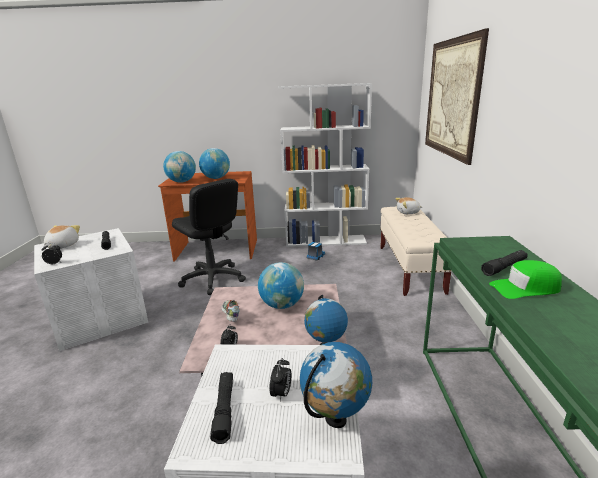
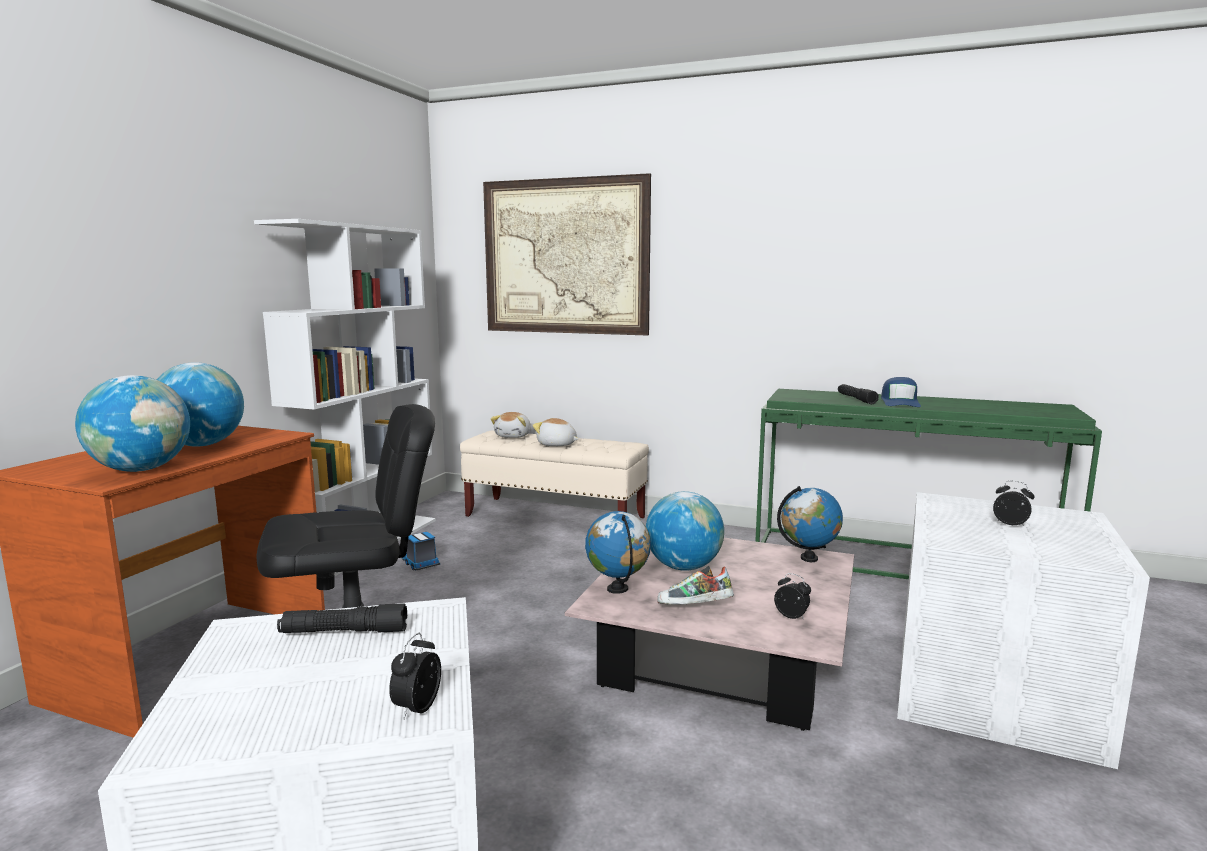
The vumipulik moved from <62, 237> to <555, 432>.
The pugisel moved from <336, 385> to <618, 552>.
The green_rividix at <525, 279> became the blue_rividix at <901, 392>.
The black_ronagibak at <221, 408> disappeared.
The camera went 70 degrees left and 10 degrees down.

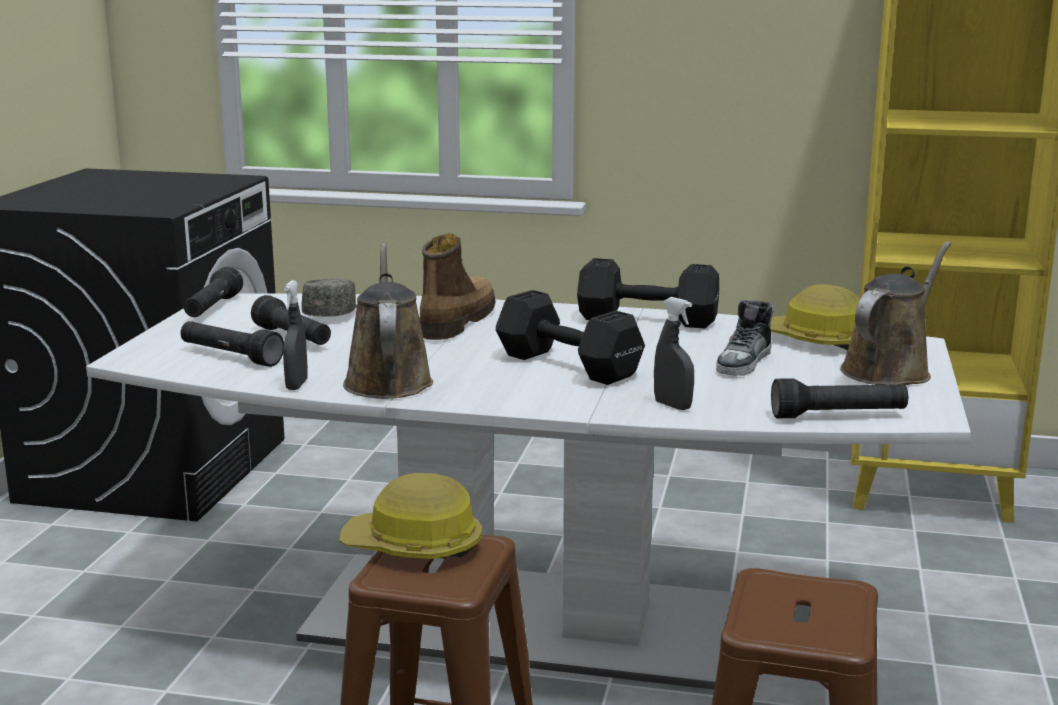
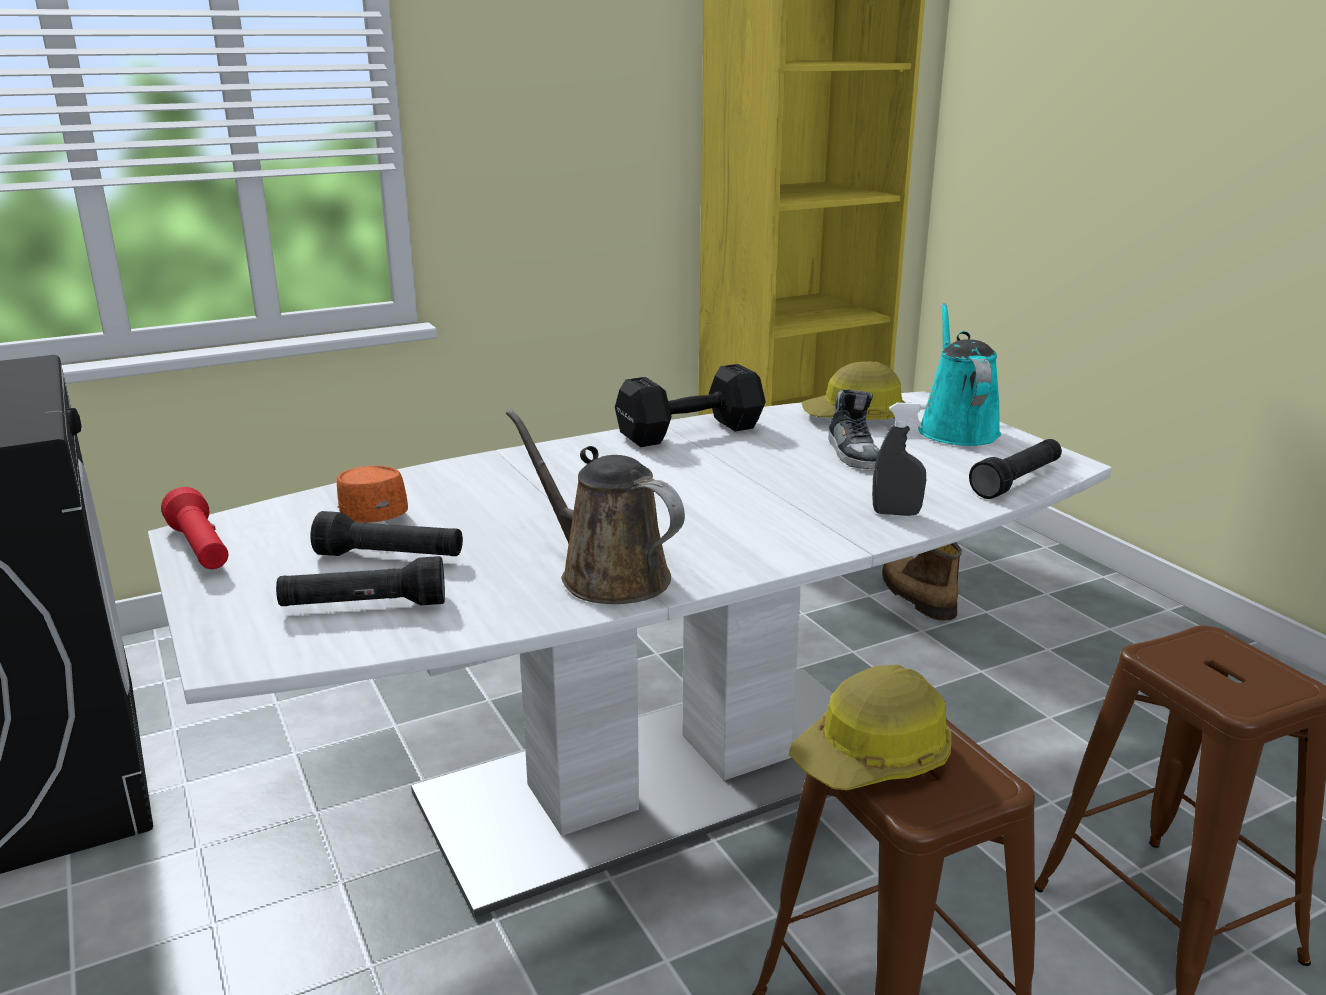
The black_ronagibak at <213, 292> became the red_ronagibak at <194, 528>.
The grey_rividix at <329, 298> became the orange_rividix at <372, 494>.
The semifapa moved from <457, 287> to <922, 581>.
The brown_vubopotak at <895, 313> became the turquoise_vubopotak at <959, 374>.
The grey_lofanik at <295, 335> disappeared.
The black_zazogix at <570, 337> disappeared.
The camera went 40 degrees left and 5 degrees up.

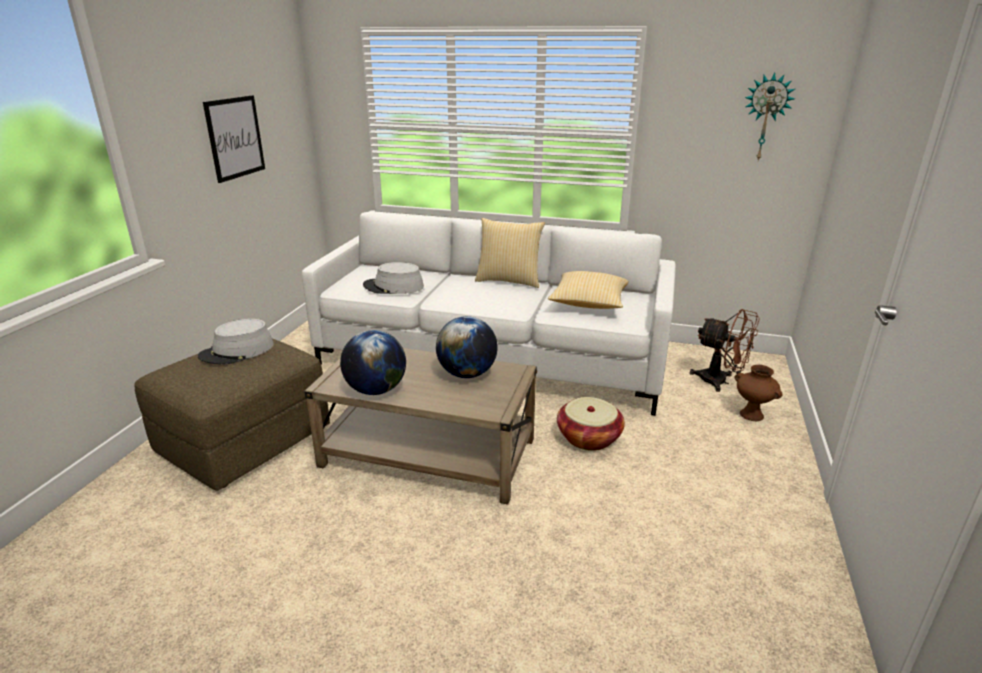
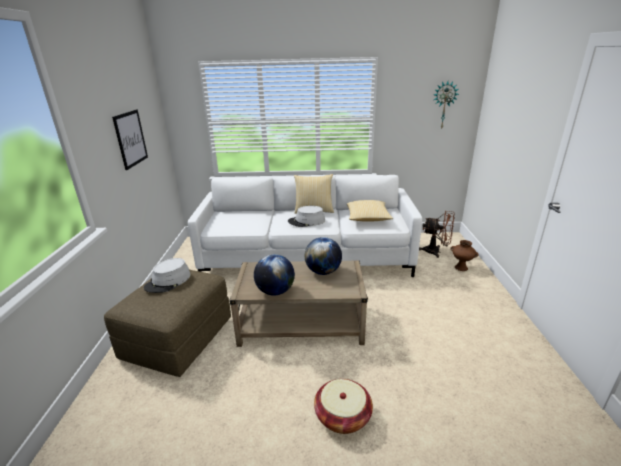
The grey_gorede moved from <393, 278> to <306, 216>.
The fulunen moved from <591, 424> to <343, 406>.
The camera went 15 degrees left and 0 degrees up.

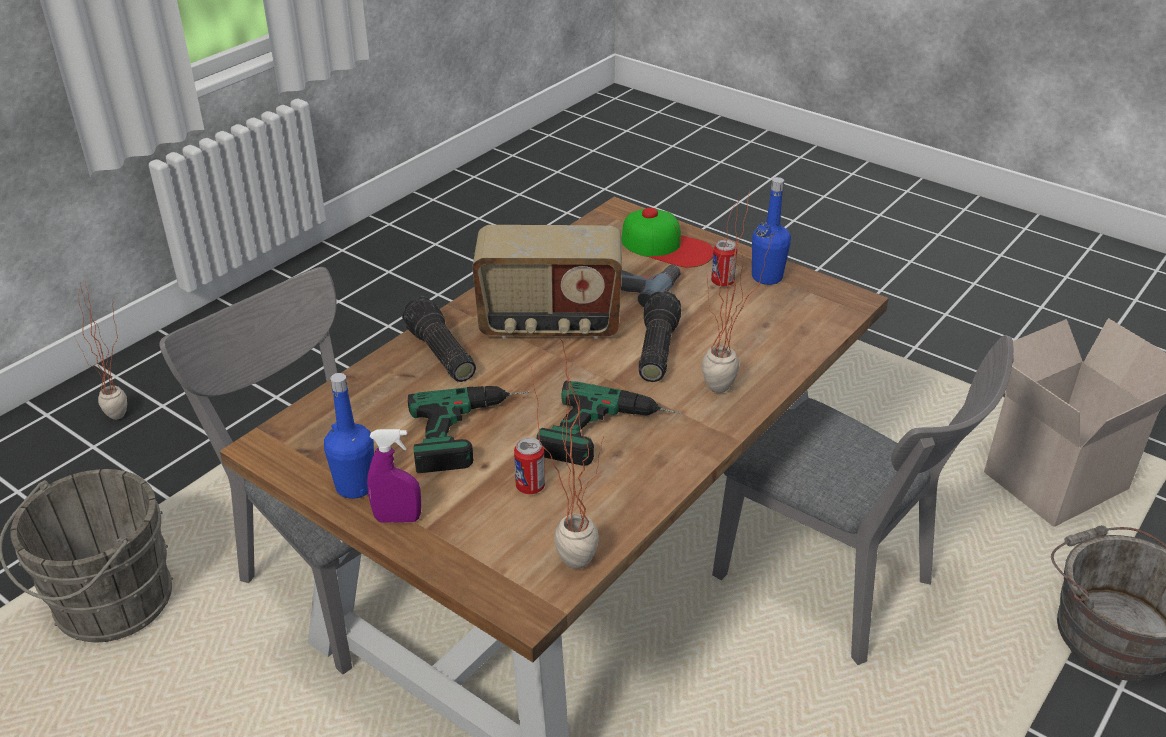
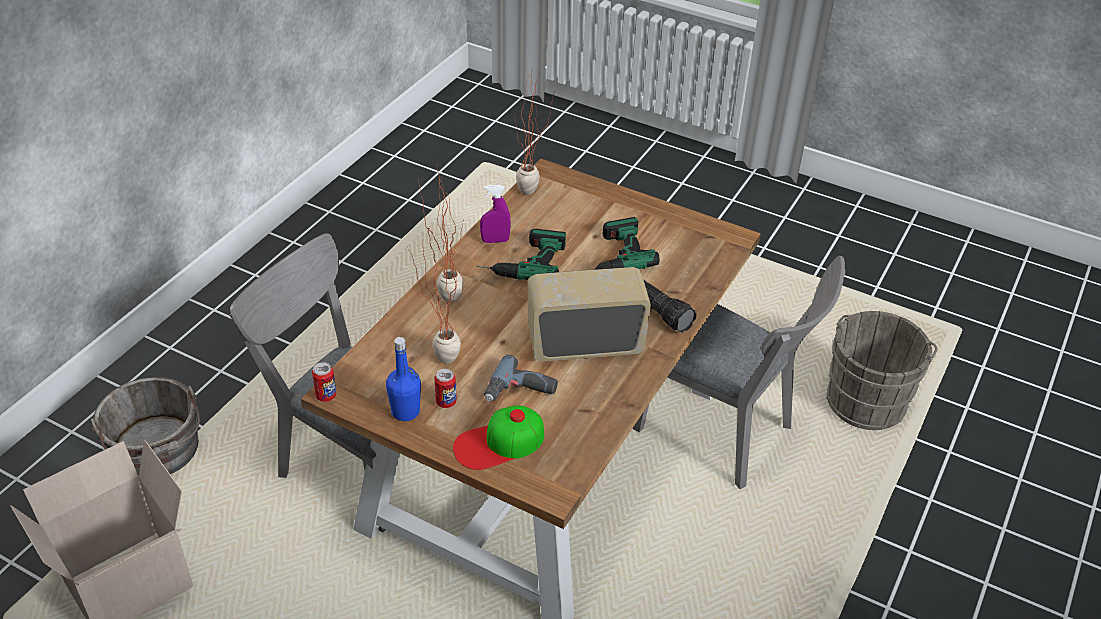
The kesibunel moved from <529, 465> to <324, 382>.
The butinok moved from <100, 351> to <434, 295>.
The rividix at <667, 238> turned 45 degrees counterclockwise.
The purple_lofanik moved from <394, 476> to <495, 214>.
The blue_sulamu at <349, 436> disappeared.
The ronagibak at <659, 336> disappeared.
The camera went 170 degrees right and 5 degrees up.

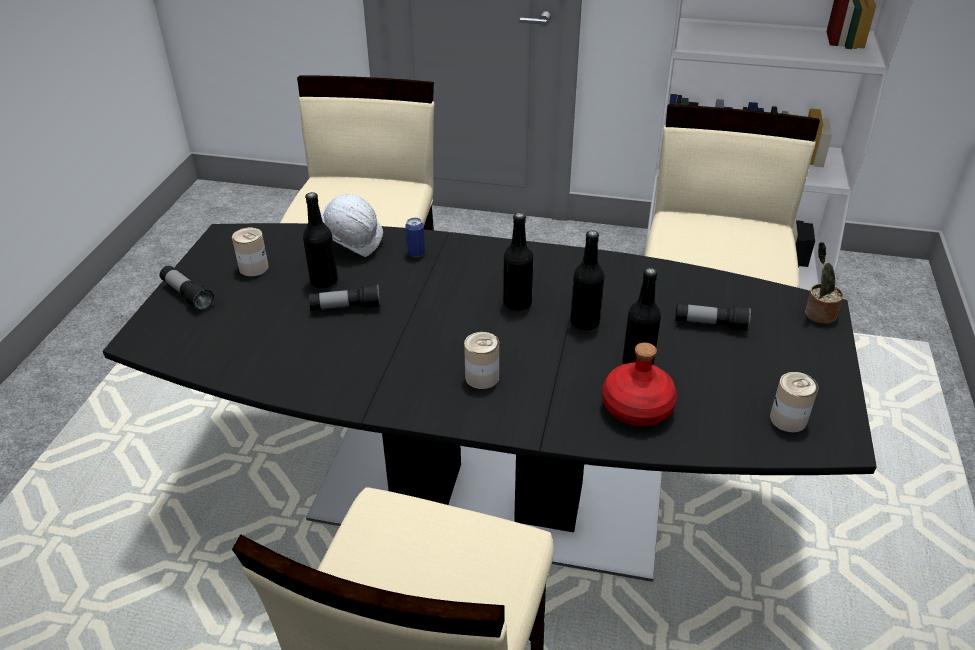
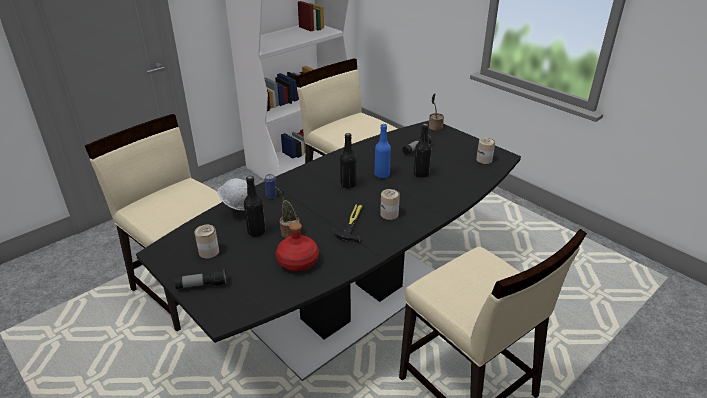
The ronagibak at <345, 297> was replaced by the butinok at <287, 213>.
The red_sulamu moved from <639, 385> to <297, 247>.
The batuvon at <348, 222> appeared.
The black_sulamu at <587, 280> became the blue_sulamu at <383, 151>.
The camera went 55 degrees left and 5 degrees down.

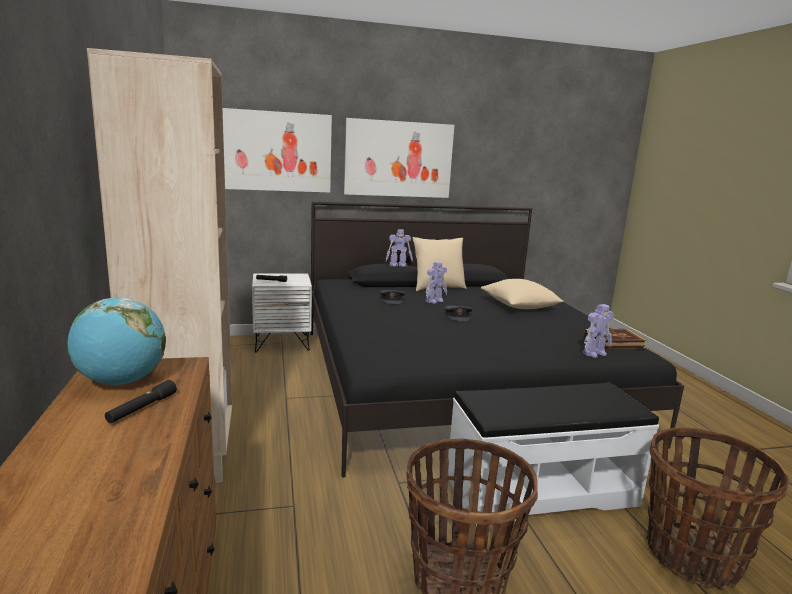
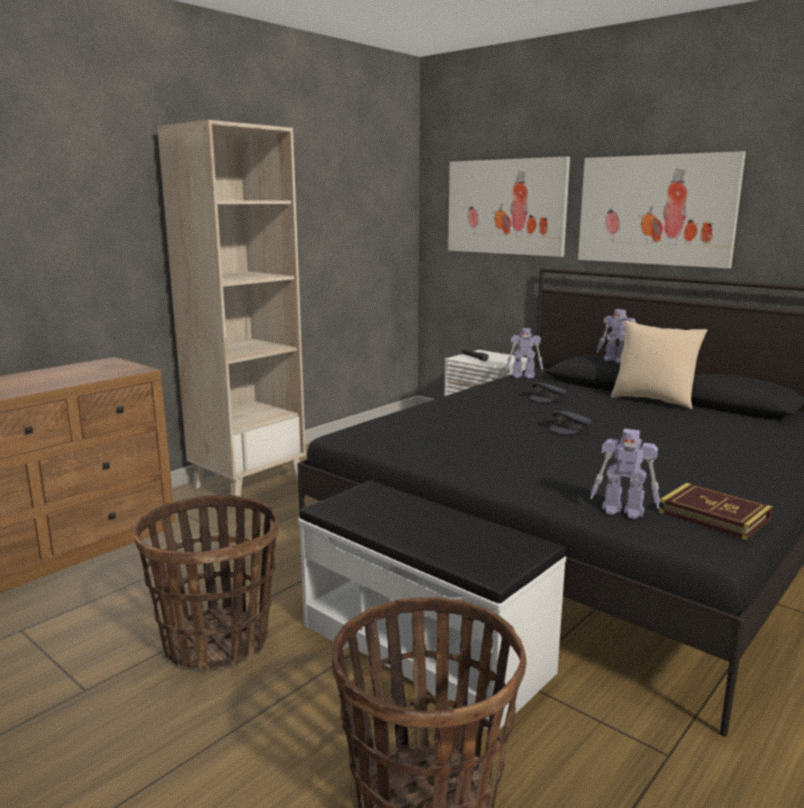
The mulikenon moved from <436, 283> to <524, 353>.
The pugisel at <117, 341> disappeared.
The black_ronagibak at <141, 401> disappeared.
The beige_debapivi at <522, 294> disappeared.
The camera went 55 degrees right and 0 degrees up.

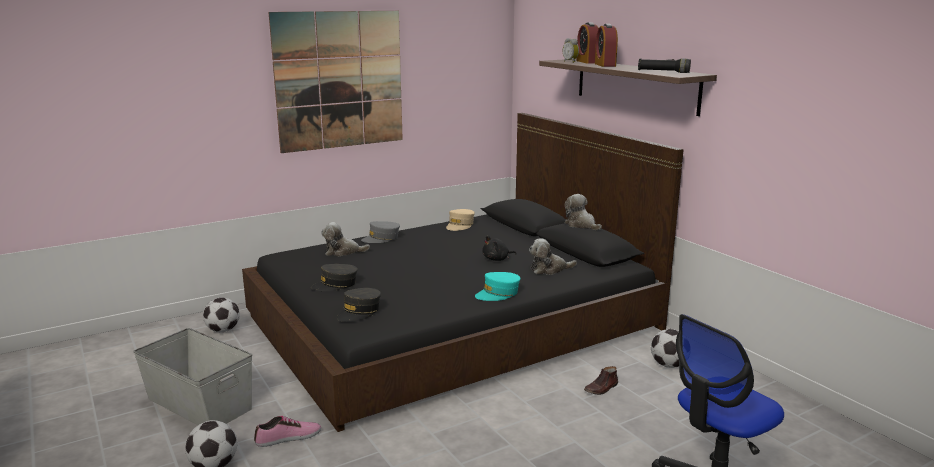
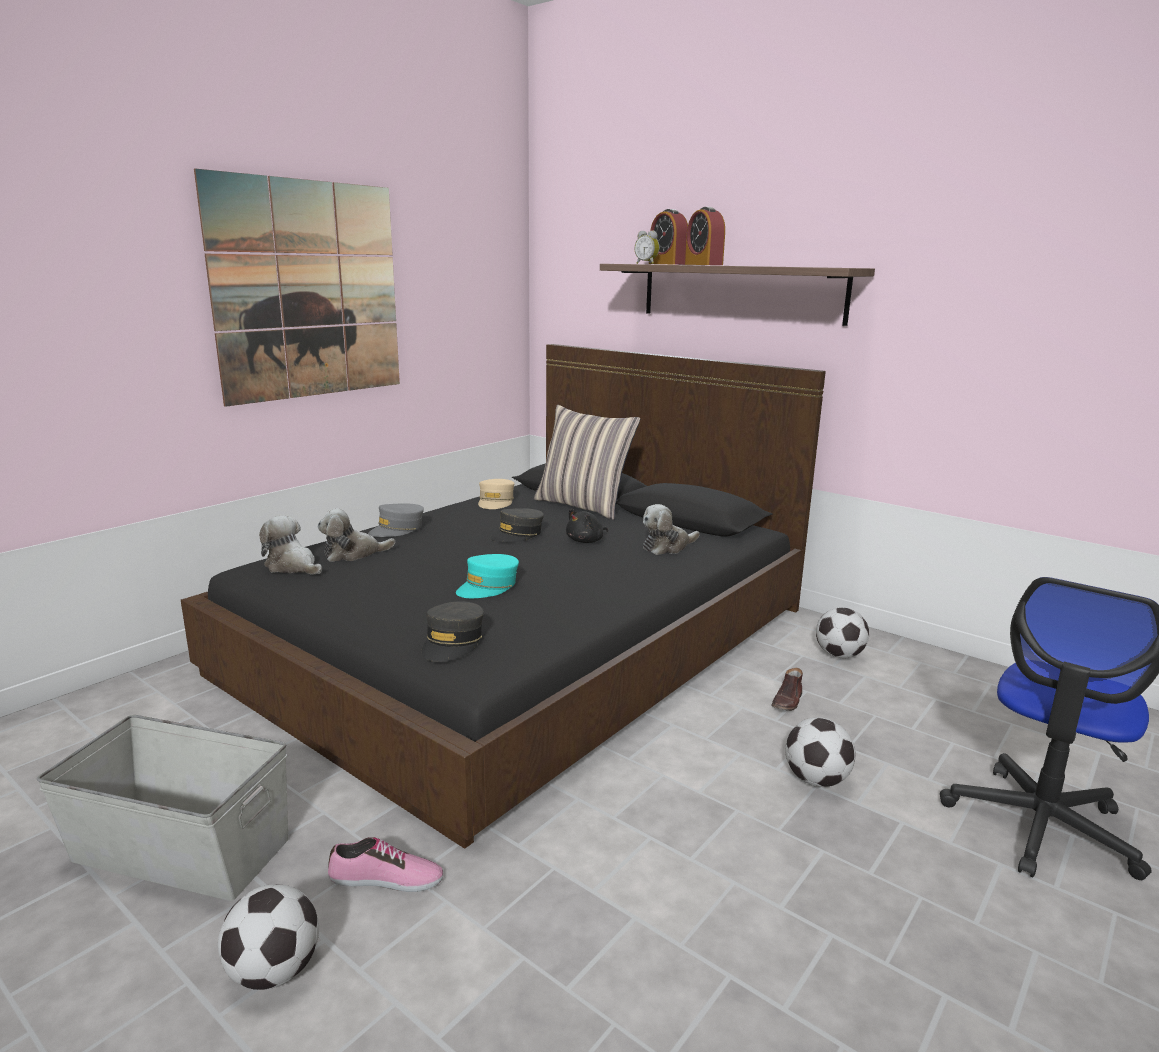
The vumipulik moved from <583, 212> to <290, 545>.
The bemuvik at <287, 431> turned 45 degrees clockwise.
The turquoise_rividix moved from <498, 286> to <487, 576>.
The grey_rividix moved from <334, 277> to <517, 525>.
The debapivi at <587, 462> appeared.
The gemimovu moved from <221, 315> to <820, 752>.
The black_ronagibak at <664, 66> disappeared.
The camera went 20 degrees left and 0 degrees up.

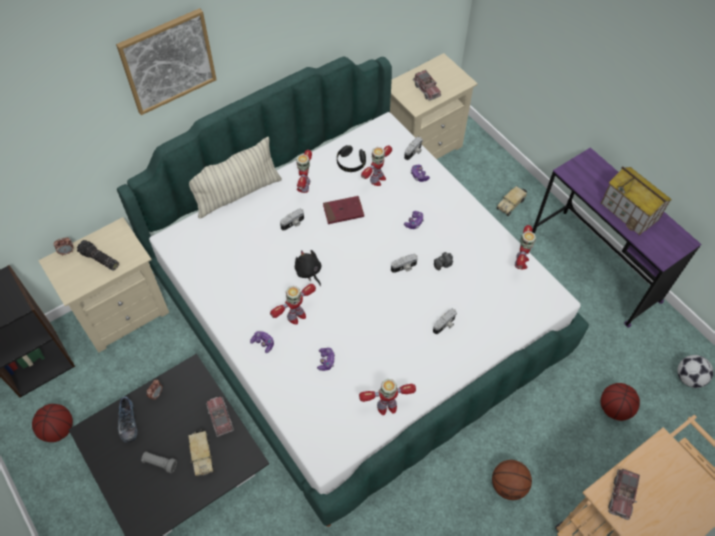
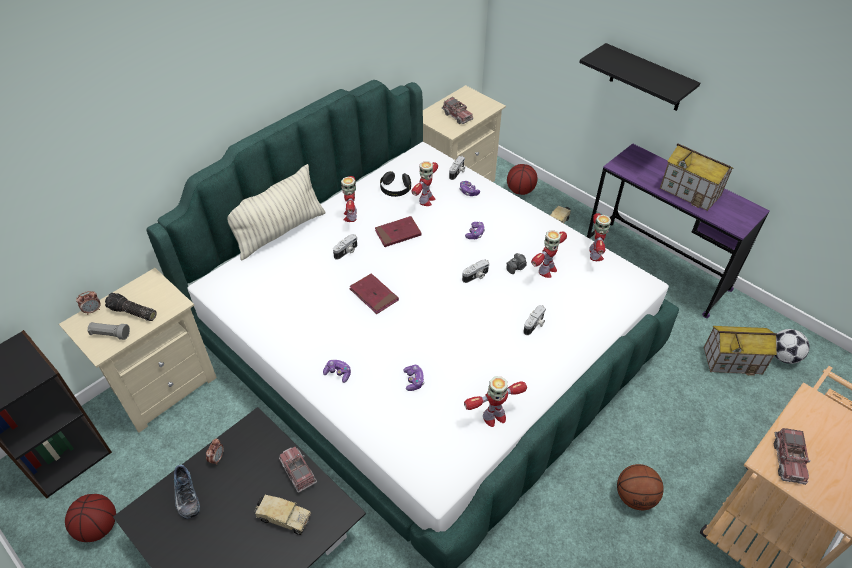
The grey_ronagibak moved from <159, 462> to <108, 331>.
The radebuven at <201, 453> turned 45 degrees counterclockwise.
The black_vumipulik at <308, 268> was replaced by the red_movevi at <374, 293>.
The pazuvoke moved from <620, 402> to <522, 179>.
The mulikenon moved from <293, 304> to <549, 254>.
The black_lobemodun at <639, 77> appeared.
The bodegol at <740, 351> appeared.
The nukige at <166, 61> disappeared.
The camera went 10 degrees left and 10 degrees down.

